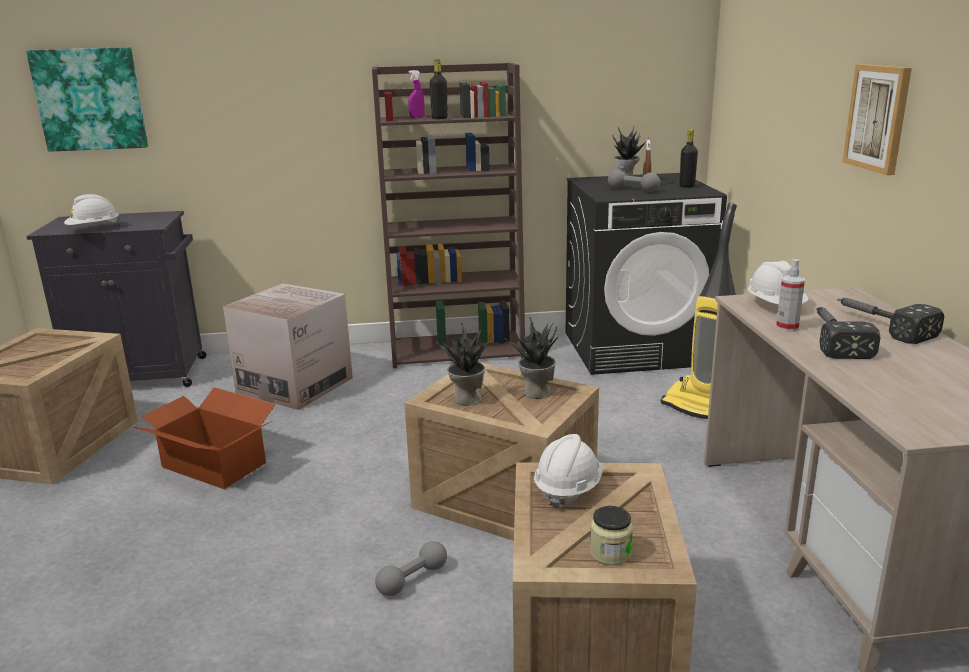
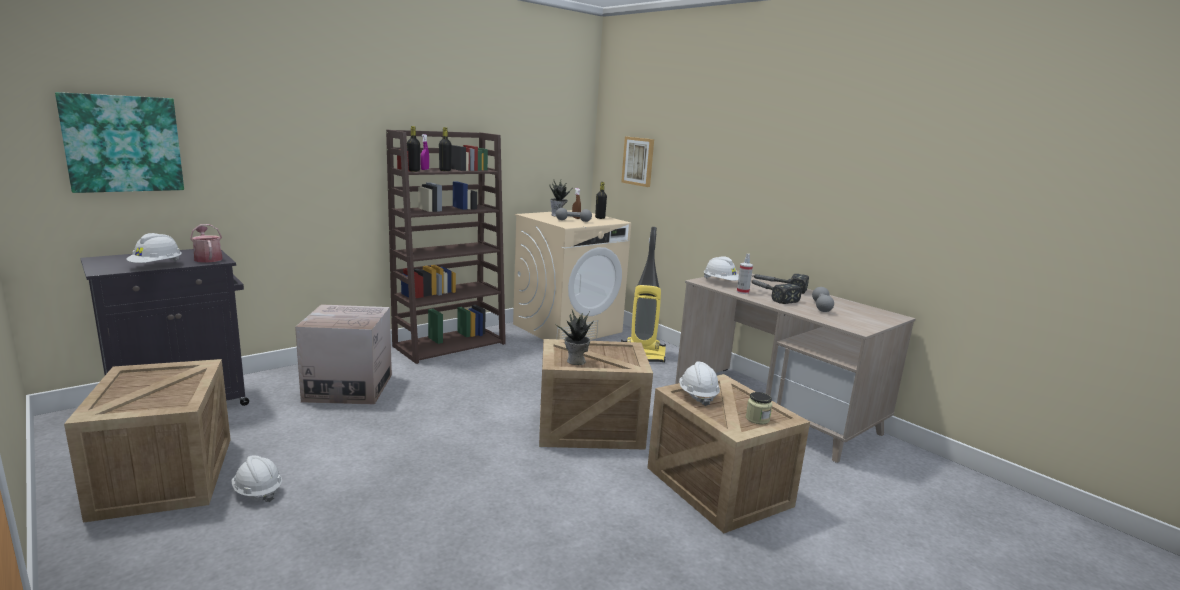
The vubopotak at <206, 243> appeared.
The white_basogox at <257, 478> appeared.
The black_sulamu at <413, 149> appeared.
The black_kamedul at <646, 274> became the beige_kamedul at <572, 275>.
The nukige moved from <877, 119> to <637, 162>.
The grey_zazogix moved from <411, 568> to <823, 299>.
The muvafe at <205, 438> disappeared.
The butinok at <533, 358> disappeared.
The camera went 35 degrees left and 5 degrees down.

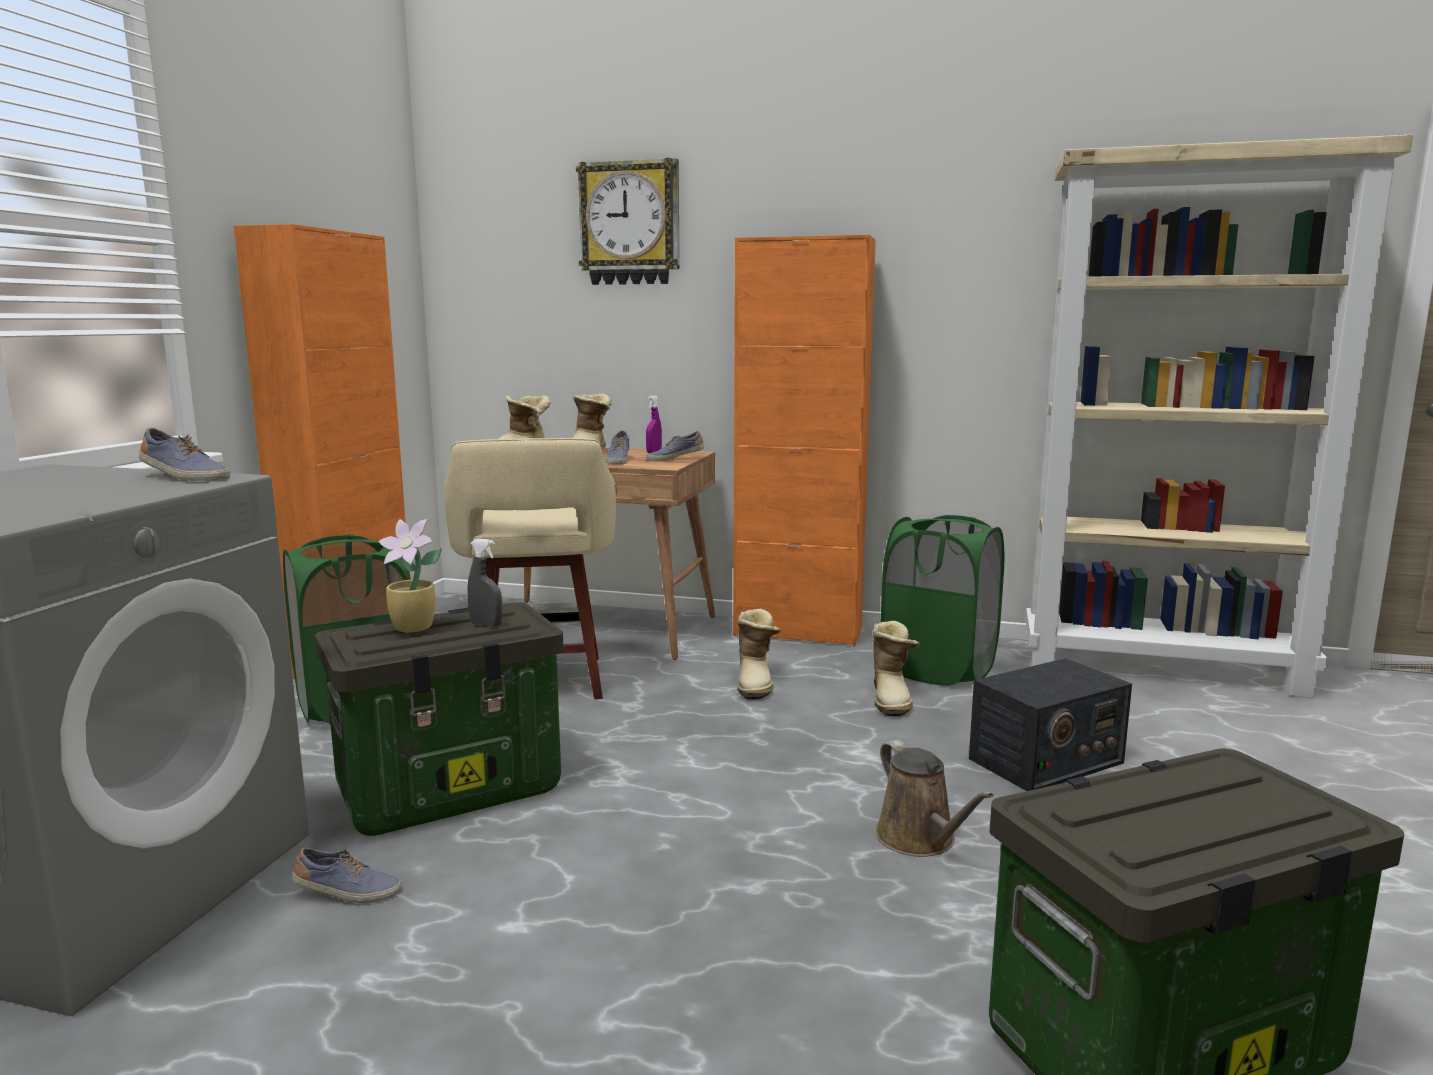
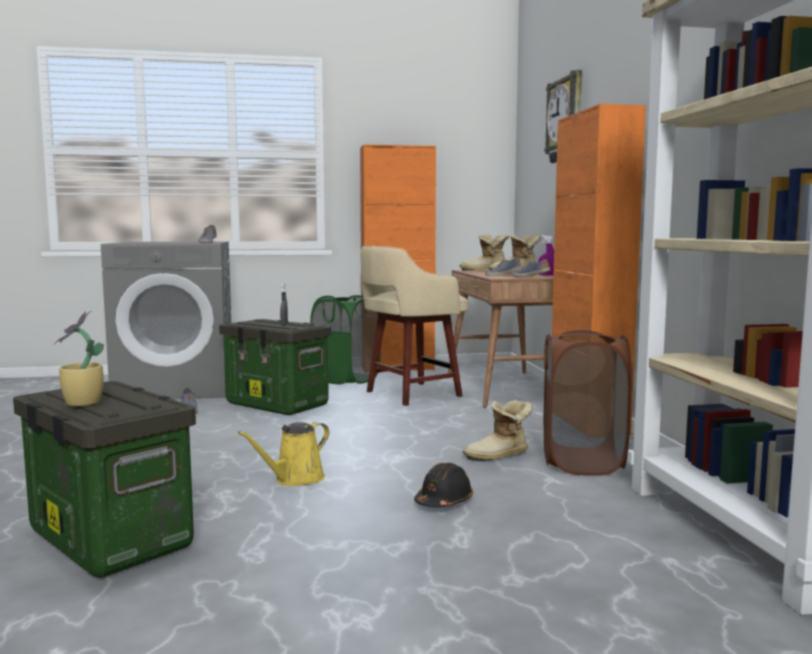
The butinok moved from <410, 575> to <78, 357>.
The brown_vubopotak at <934, 798> became the yellow_vubopotak at <283, 454>.
The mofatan at <1050, 724> was replaced by the black_basogox at <443, 485>.
The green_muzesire at <942, 600> became the brown_muzesire at <588, 403>.
The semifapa at <759, 654> disappeared.
The camera went 65 degrees right and 5 degrees down.

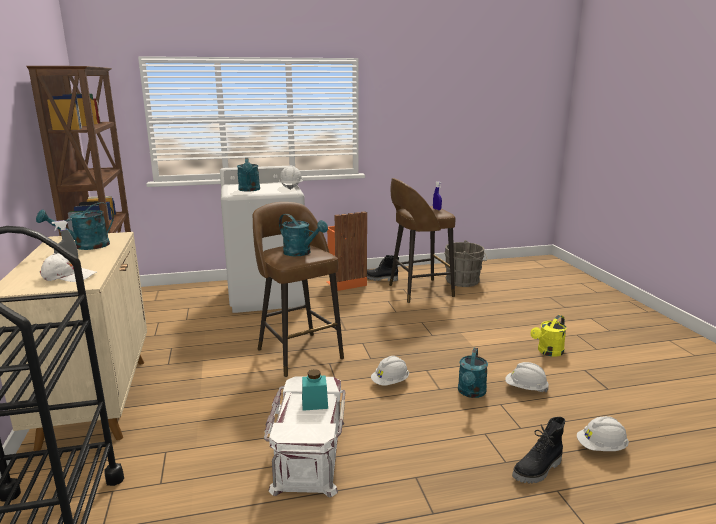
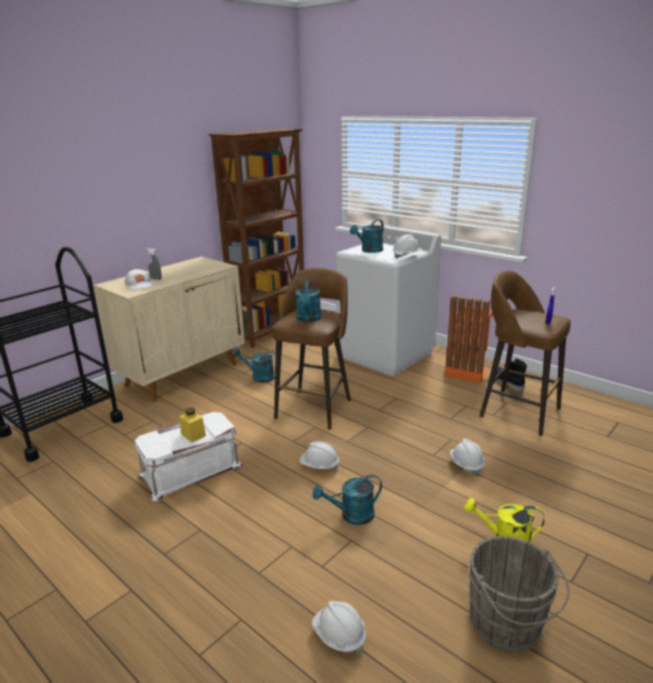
The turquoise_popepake at <315, 390> became the yellow_popepake at <192, 425>.
The turquoise_vubopotak moved from <75, 226> to <254, 365>.
The white_basogox moved from <527, 377> to <467, 457>.
The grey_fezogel moved from <466, 263> to <519, 594>.
The black_semifapa at <538, 450> disappeared.
The camera went 55 degrees right and 5 degrees up.

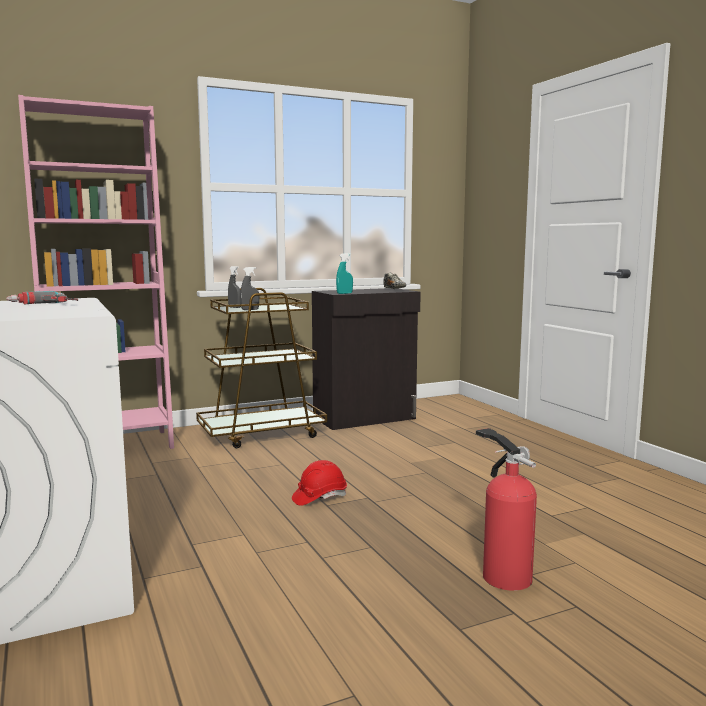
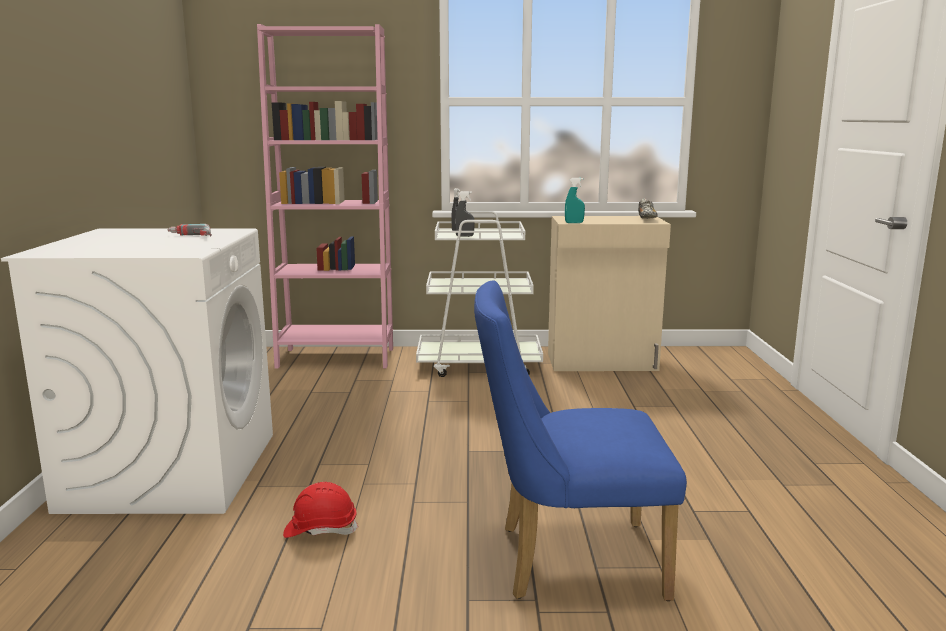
The red_basogox moved from <319, 483> to <320, 510>.
The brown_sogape at <261, 368> became the white_sogape at <479, 294>.
The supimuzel at <506, 509> was replaced by the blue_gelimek at <580, 440>.
The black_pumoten at <366, 359> became the beige_pumoten at <609, 293>.
The camera went 25 degrees right and 5 degrees up.

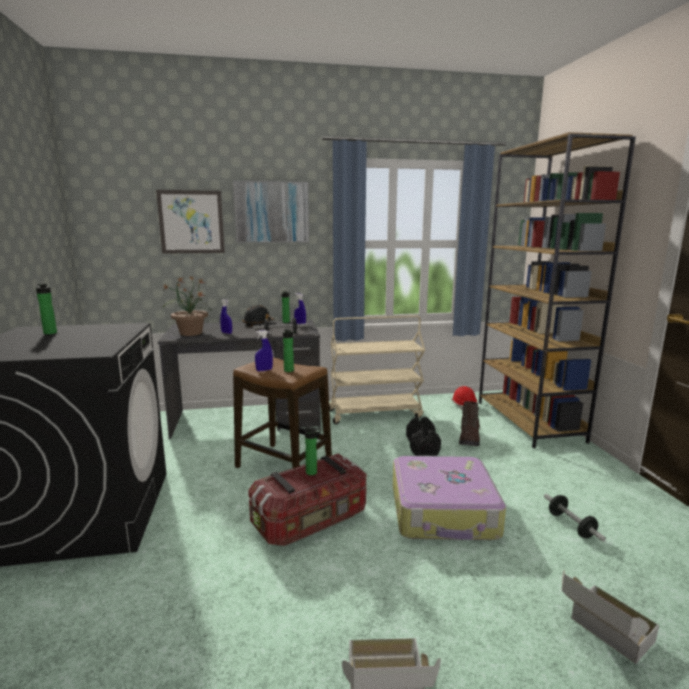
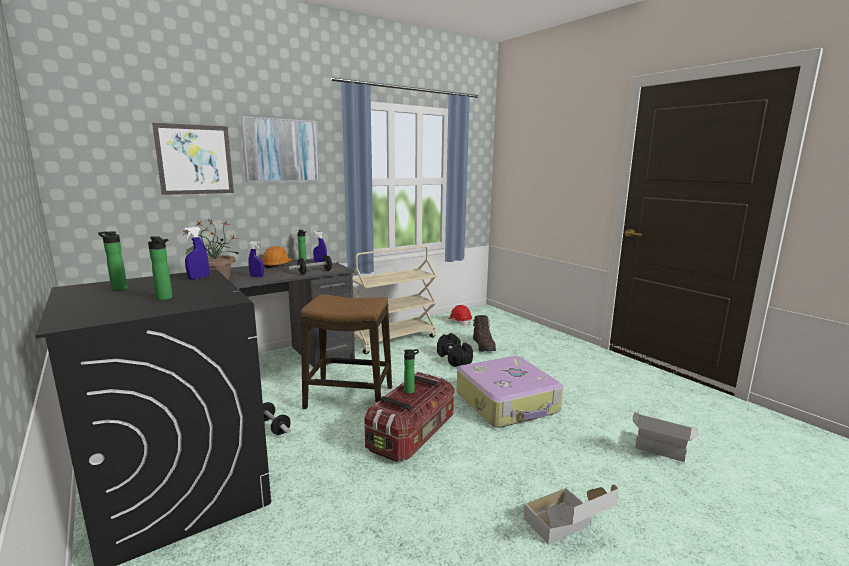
The sulamu moved from <289, 350> to <160, 268>.
The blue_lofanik moved from <264, 350> to <196, 253>.
The black_basogox at <258, 315> became the orange_basogox at <277, 257>.
The zazogix moved from <575, 518> to <277, 418>.
The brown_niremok at <557, 290> disappeared.
The camera went 25 degrees left and 0 degrees up.

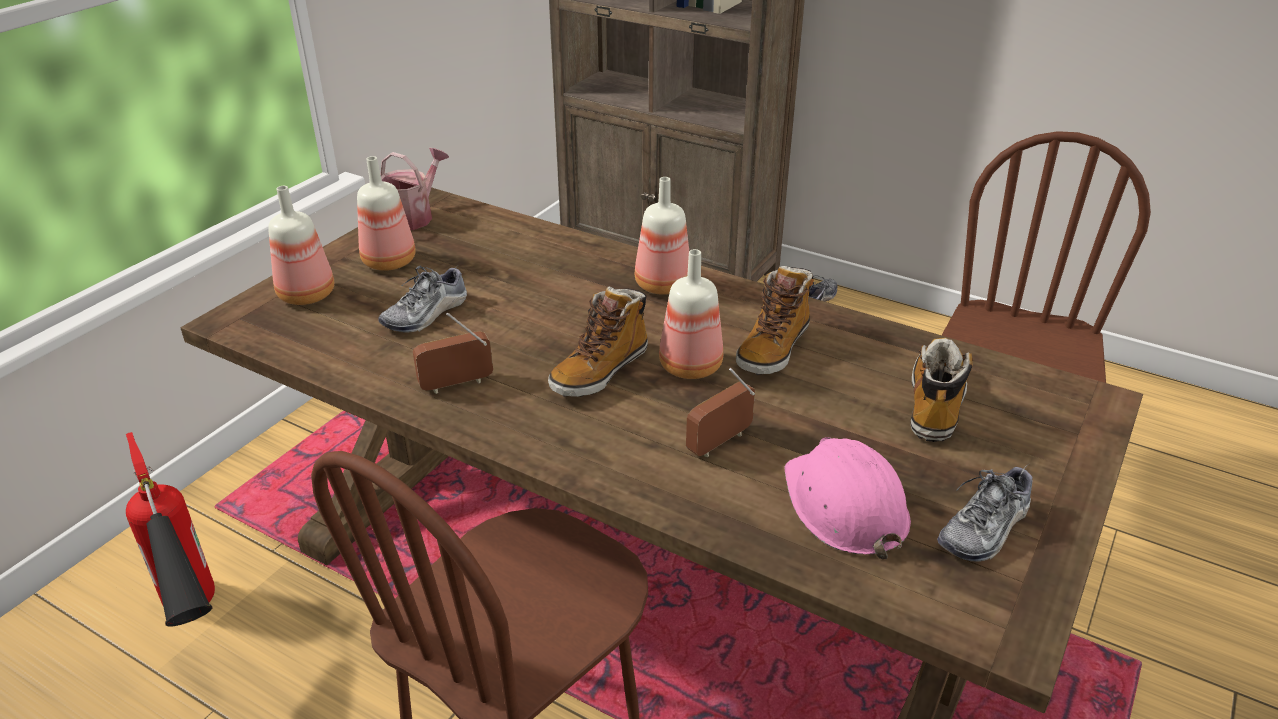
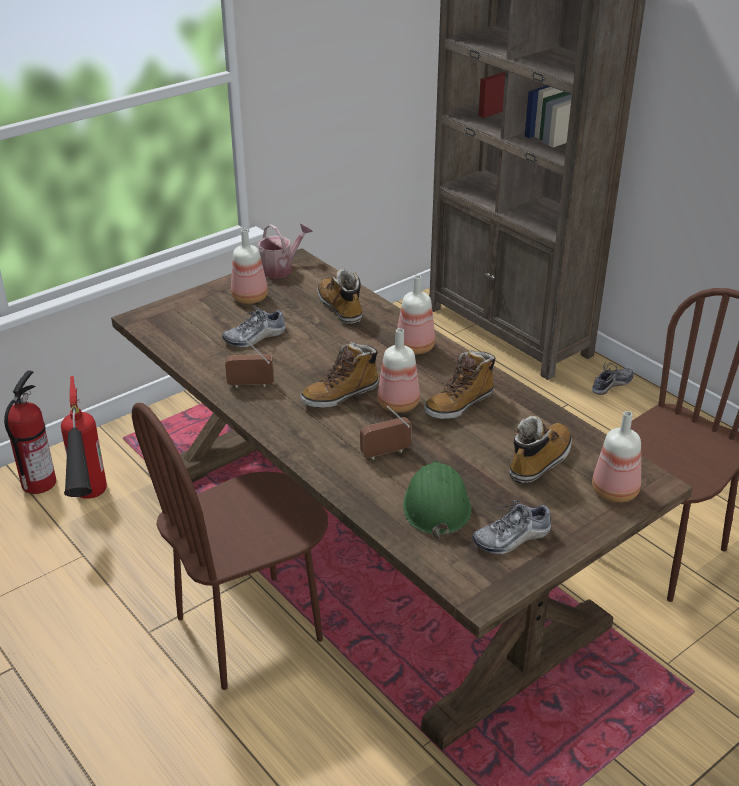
The supimuzel at <30, 432> appeared.
The semifapa at <340, 297> appeared.
The pink_basogox at <847, 498> became the green_basogox at <437, 500>.
The sulamu moved from <301, 245> to <616, 457>.
The camera went 20 degrees right and 0 degrees up.

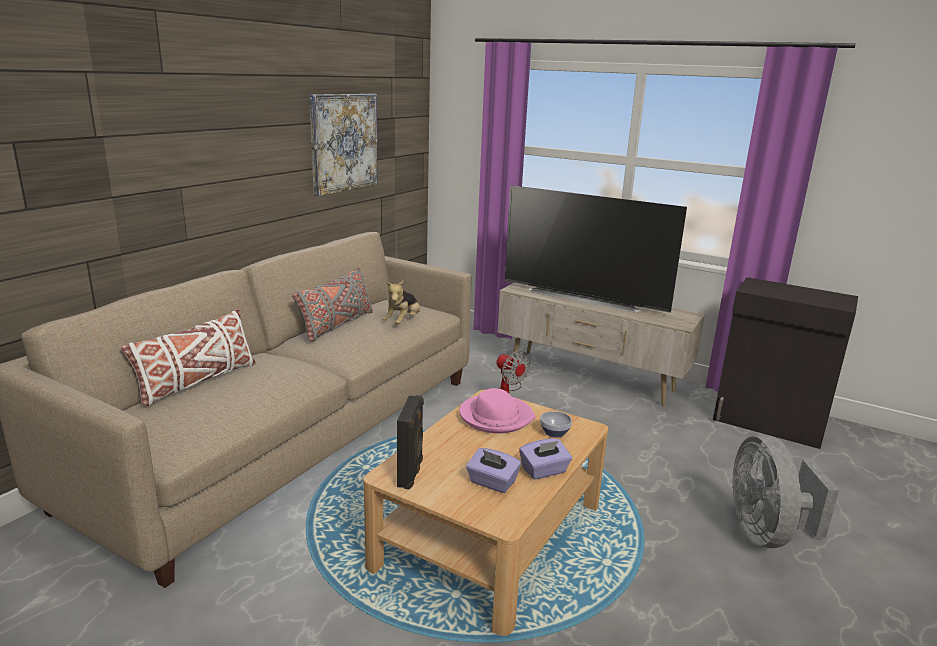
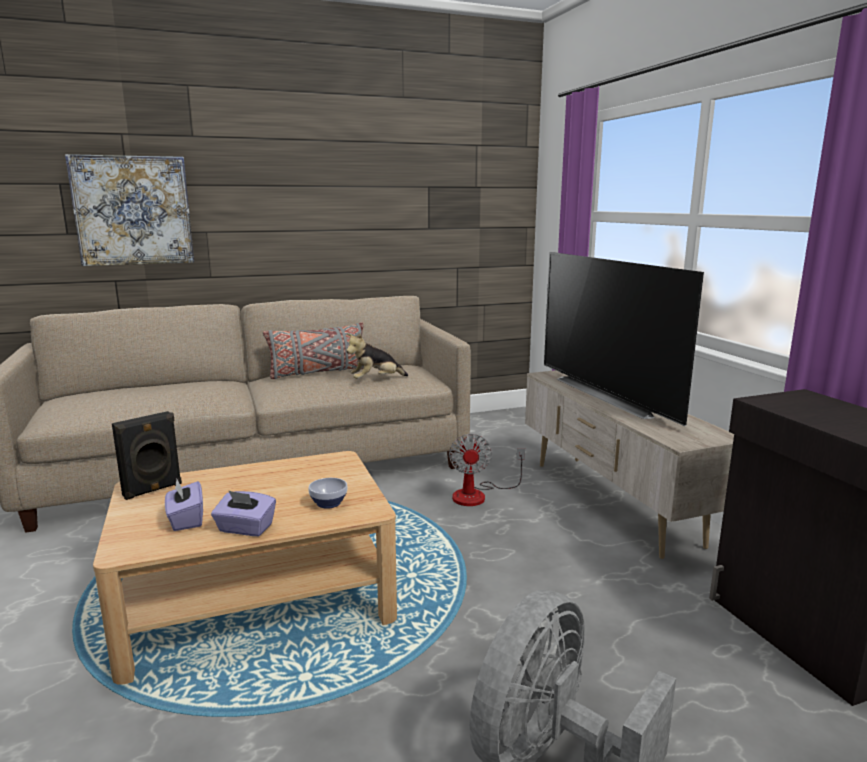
The nukige moved from <343, 145> to <129, 210>.
The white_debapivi at <188, 357> disappeared.
The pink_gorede at <497, 411> disappeared.
The camera went 40 degrees right and 5 degrees down.

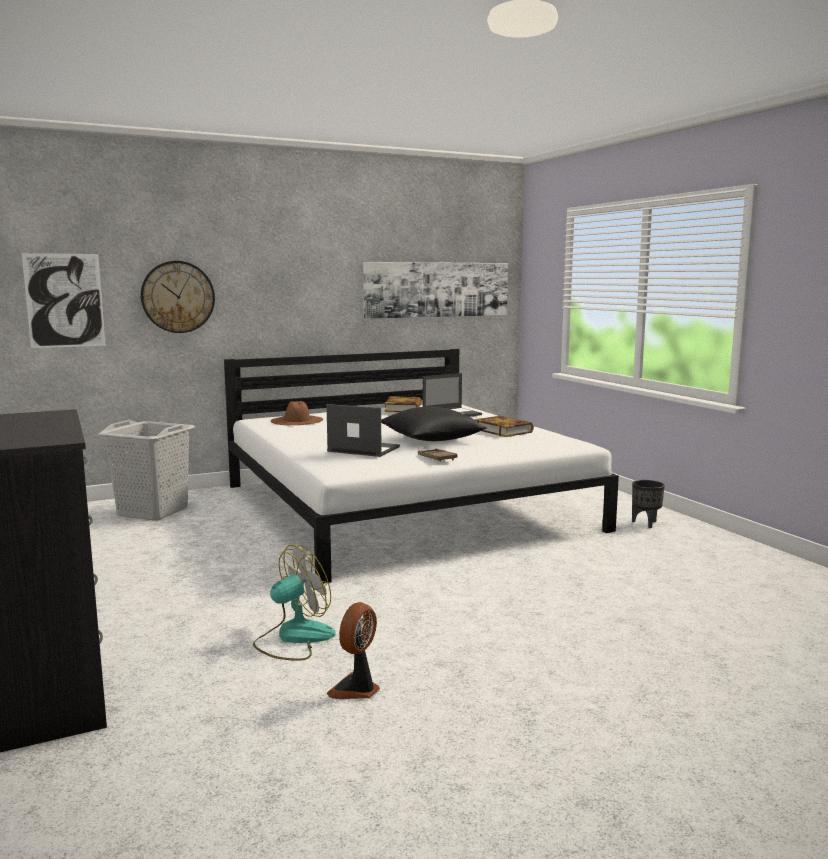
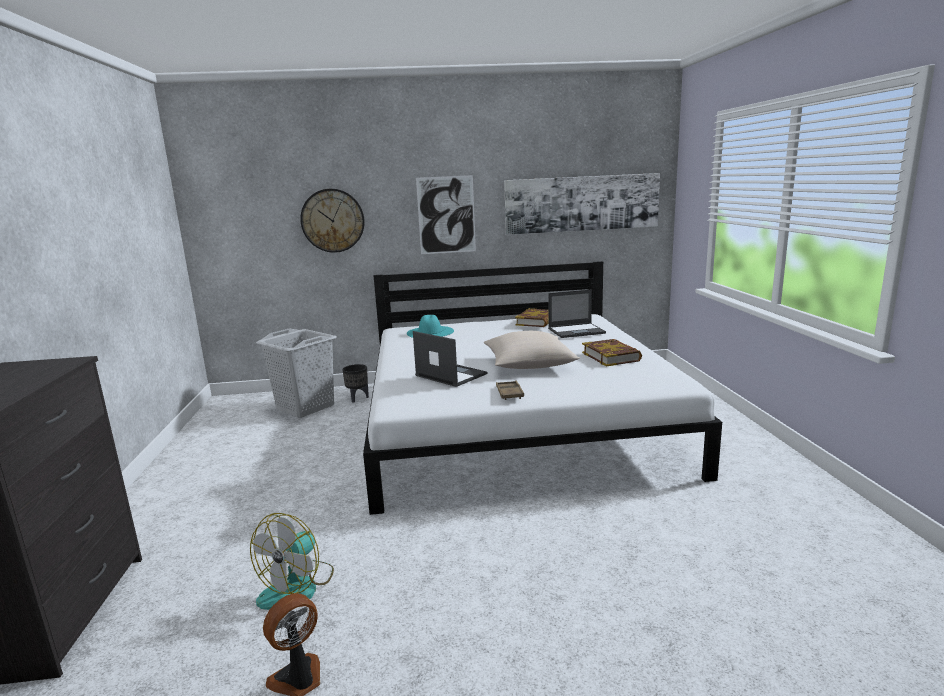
The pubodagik at <294, 603> turned 135 degrees clockwise.
The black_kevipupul moved from <648, 504> to <355, 383>.
The brown_gorede at <297, 413> became the turquoise_gorede at <430, 326>.
The nukige moved from <64, 300> to <446, 214>.
The black_debapivi at <434, 424> became the beige_debapivi at <532, 350>.
The camera went 20 degrees right and 5 degrees up.

